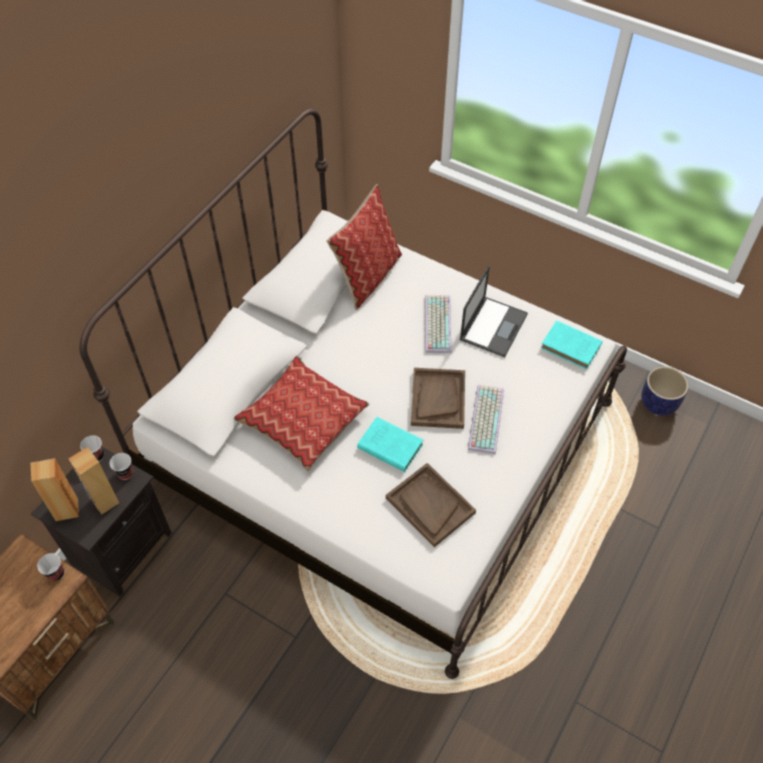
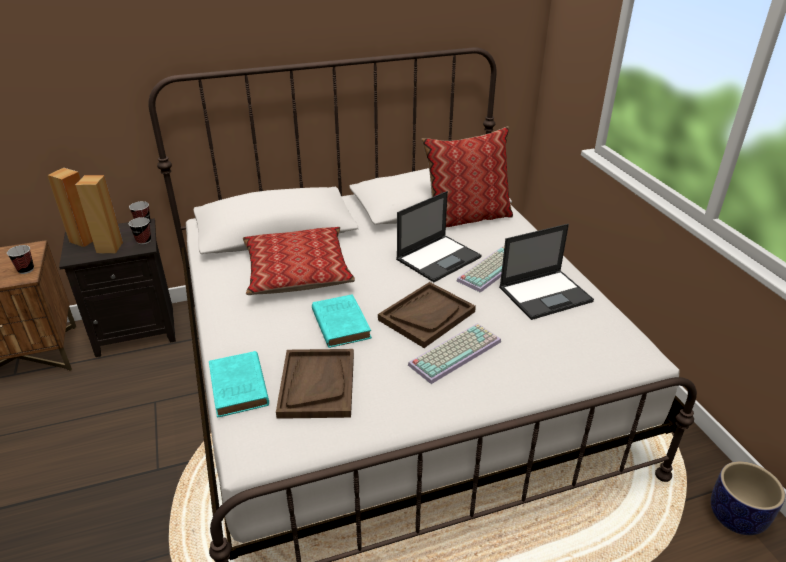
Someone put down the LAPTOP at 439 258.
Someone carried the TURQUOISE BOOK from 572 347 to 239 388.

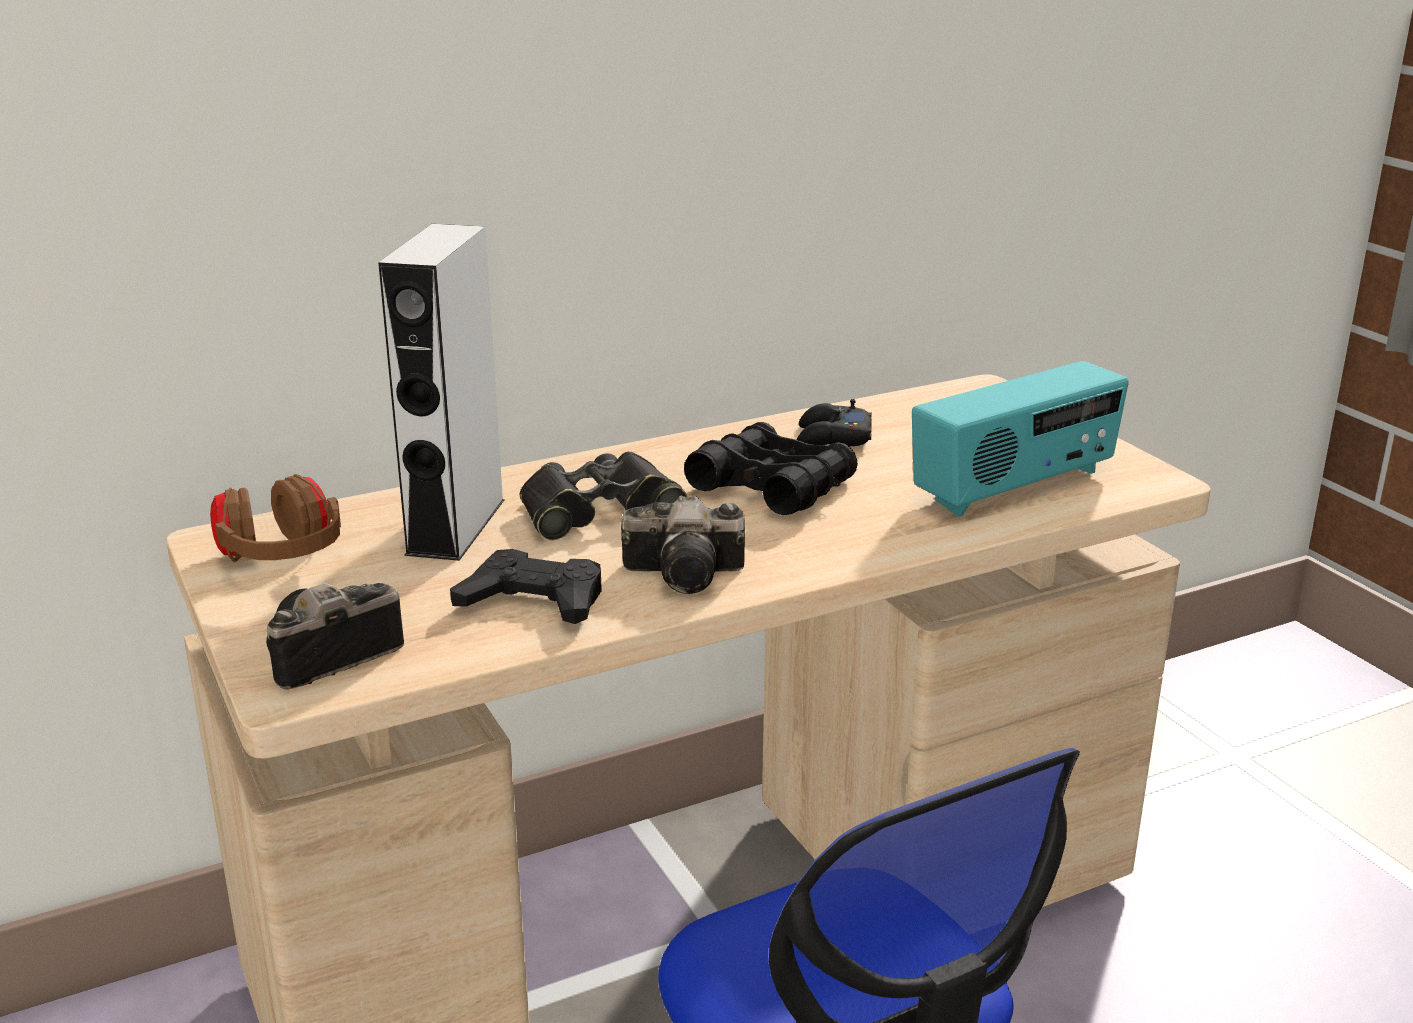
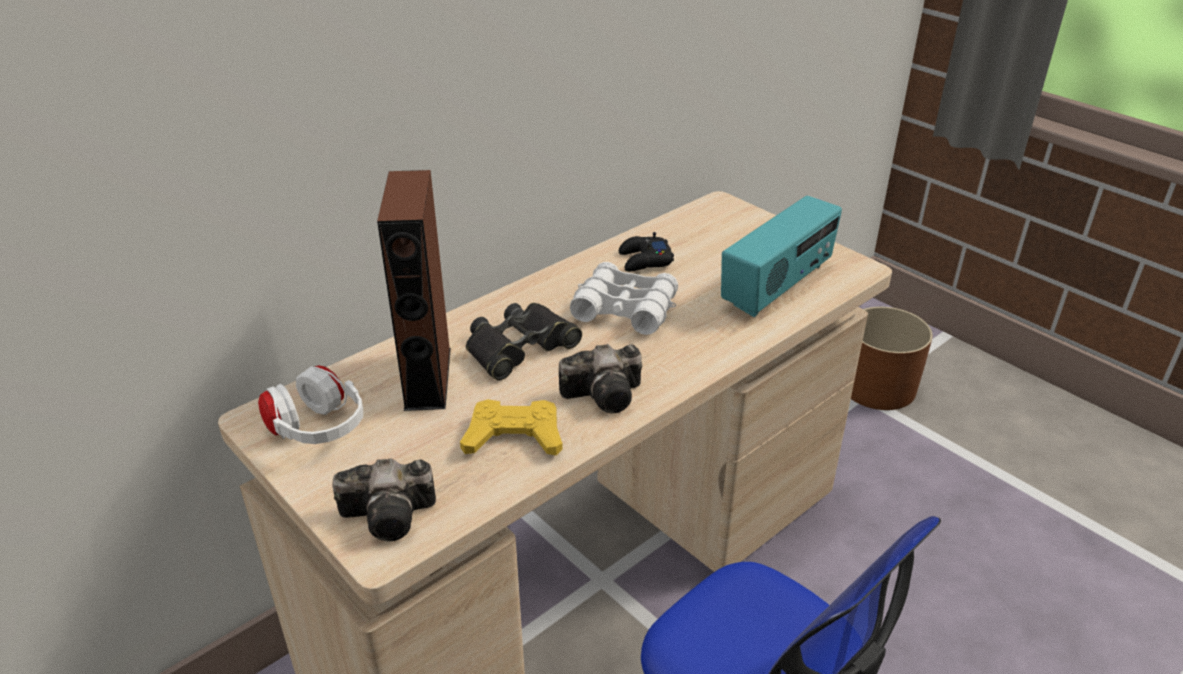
Someone put down the BROWN PLANTER at 878 387.
Someone repainted the BROWN HEADPHONES at 282 561, which became the WHITE HEADPHONES at 318 431.
Someone repainted the GREY SPEAKER at 456 526, which became the BROWN SPEAKER at 428 378.
Someone repainted the BLACK GAME CONTROLLER at 533 601, which became the YELLOW GAME CONTROLLER at 514 436.
Someone repainted the BLACK BINOCULARS at 771 487, which became the WHITE BINOCULARS at 625 309.
Someone rotated the PHOTO CAMERA at 325 658 by 135 degrees counterclockwise.

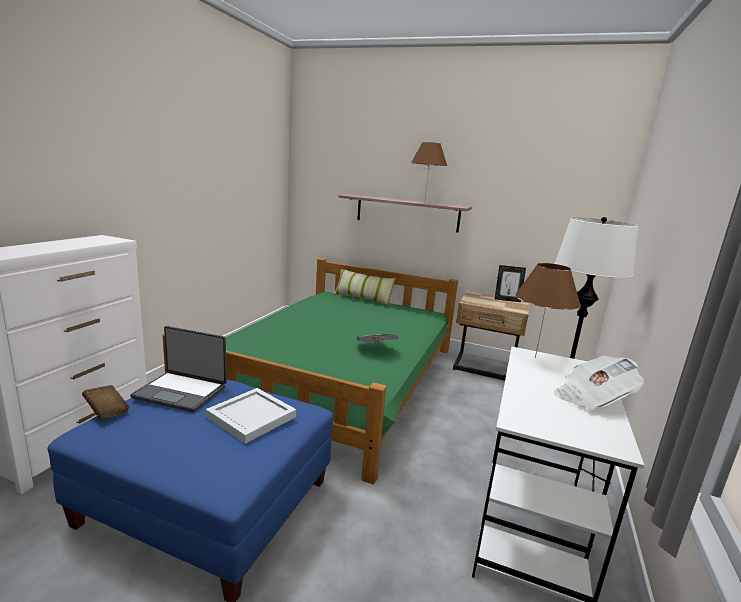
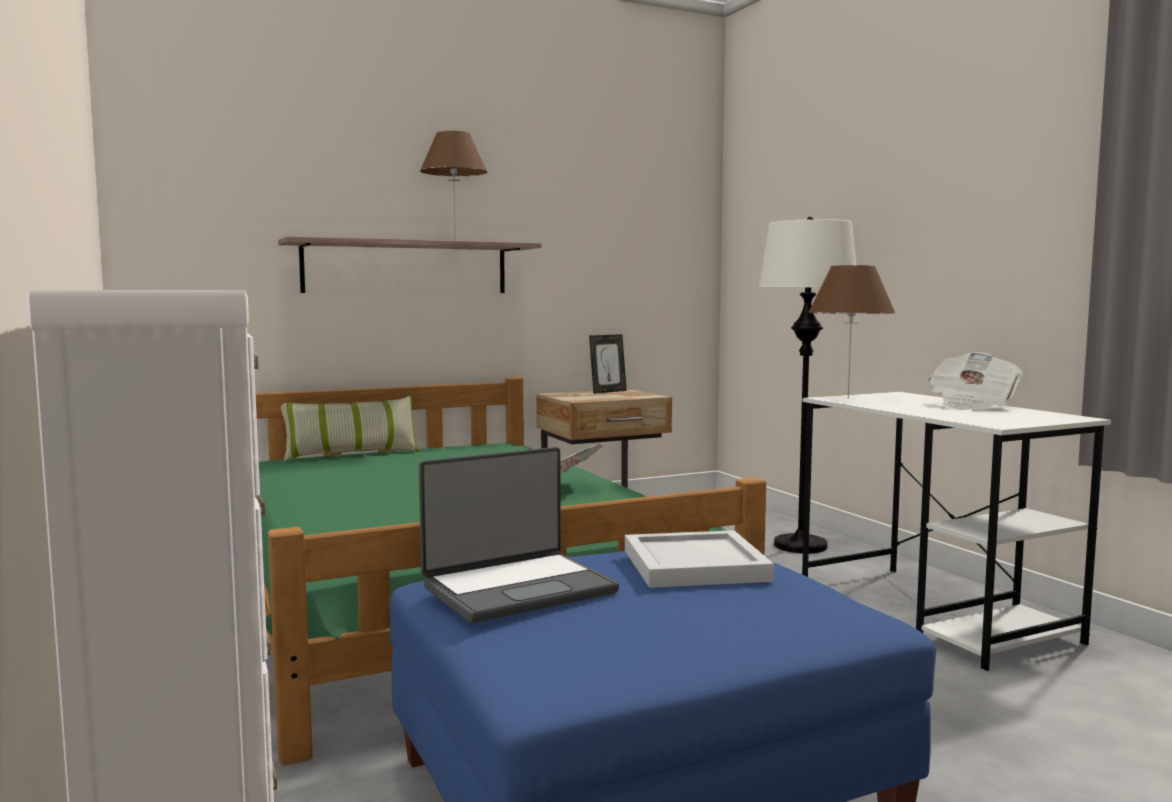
Someone took away the BROWN BOOK at 107 411.

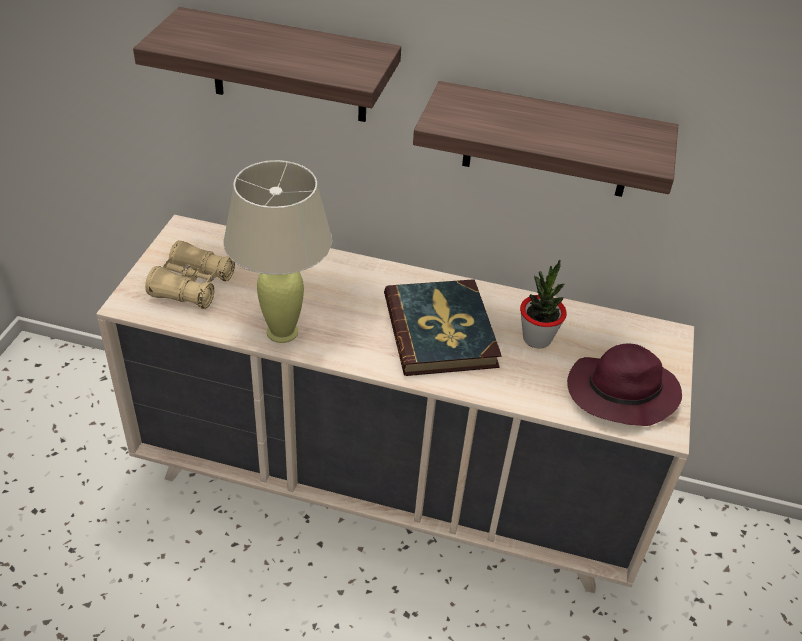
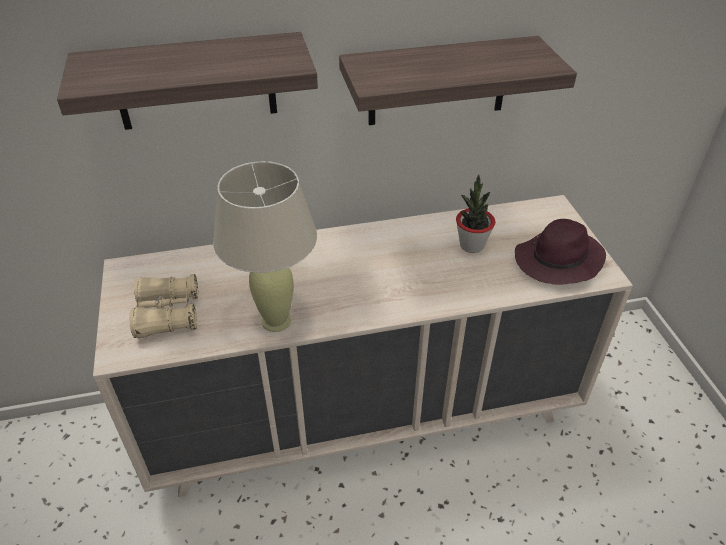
Someone took away the BOOK at 441 331.

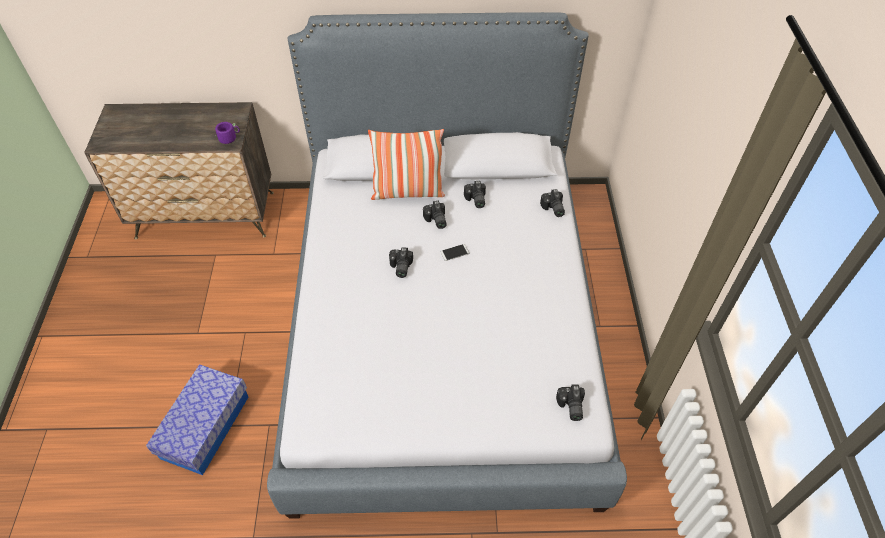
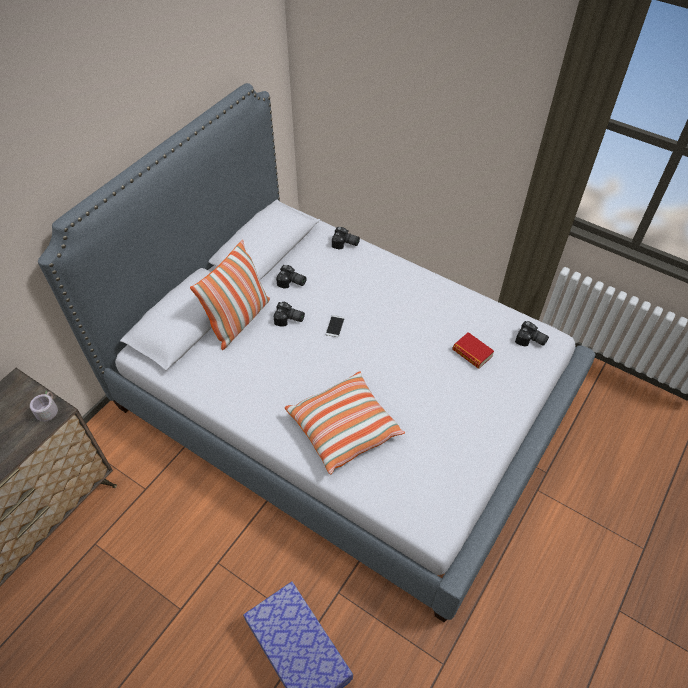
Someone took away the PHOTO CAMERA at 400 267.
Someone put down the PILLOW at 344 428.
Someone put down the BOOK at 472 353.
Someone repainted the PURPLE MUG at 229 137, which became the GREY MUG at 47 410.

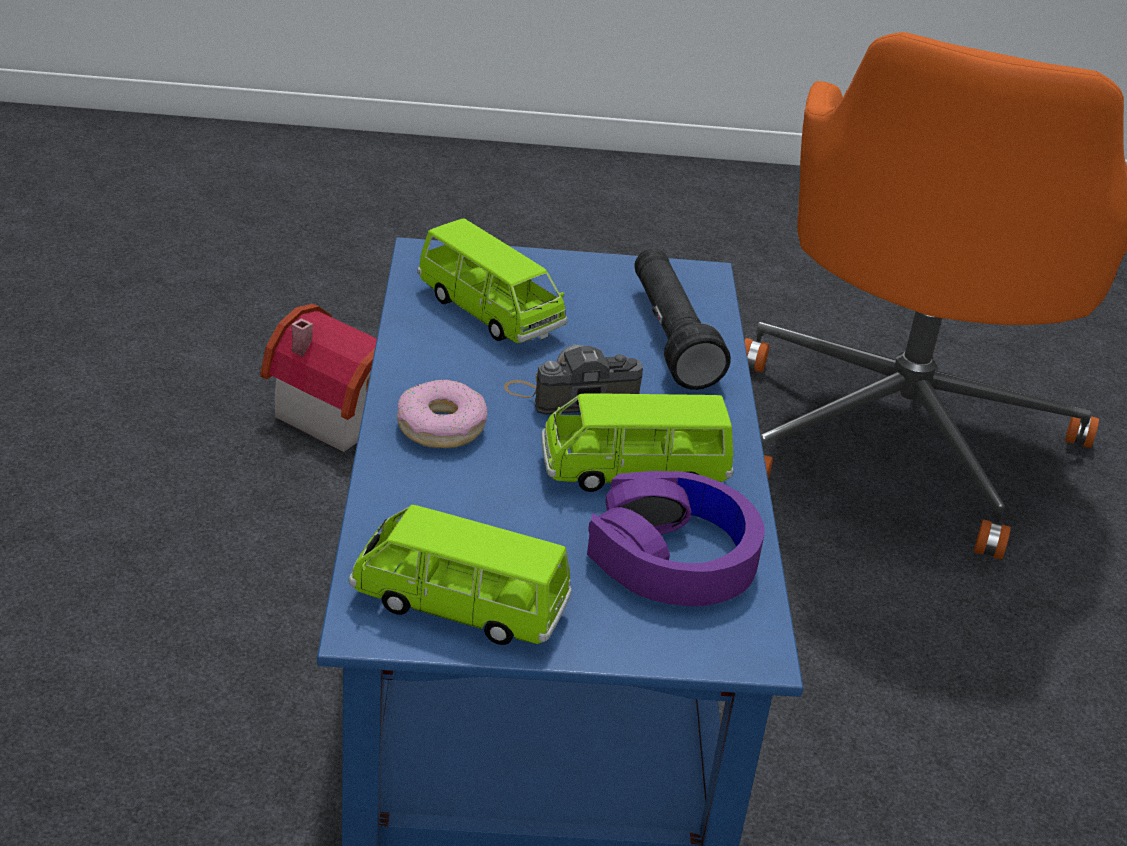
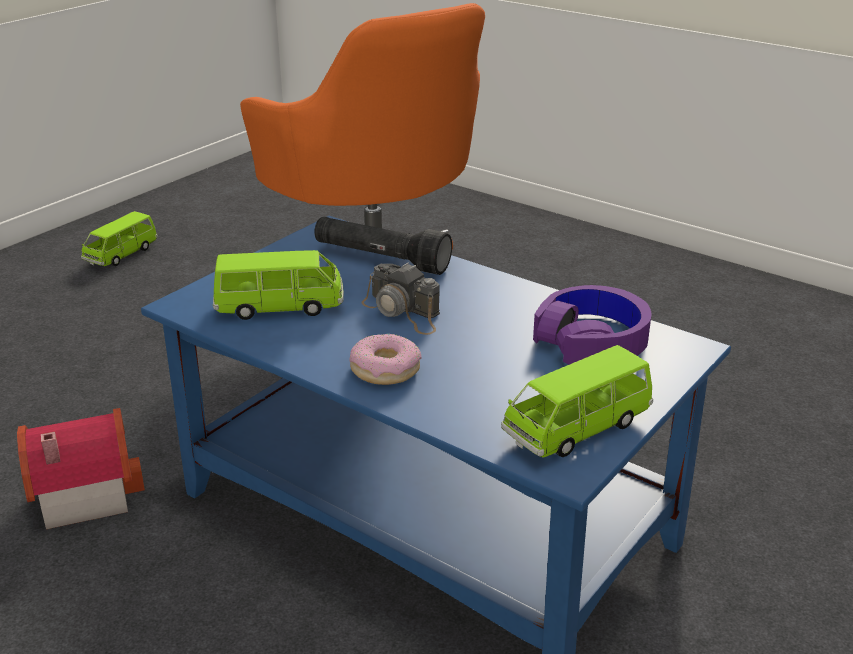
Someone carried the GREEN TOY CAR from 633 471 to 121 254.
Someone rotated the PHOTO CAMERA at 572 395 by 75 degrees counterclockwise.

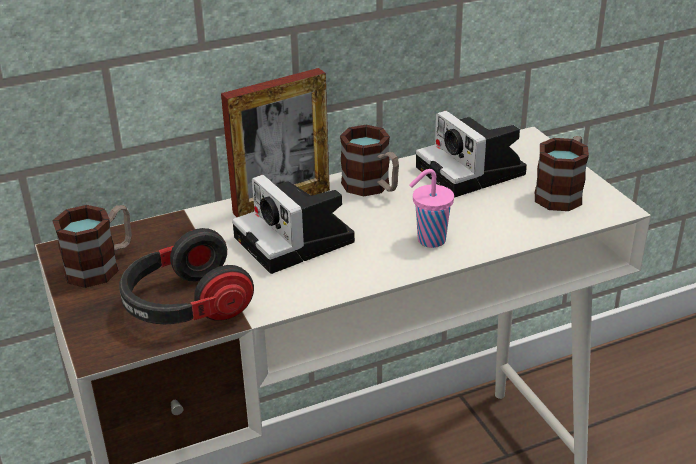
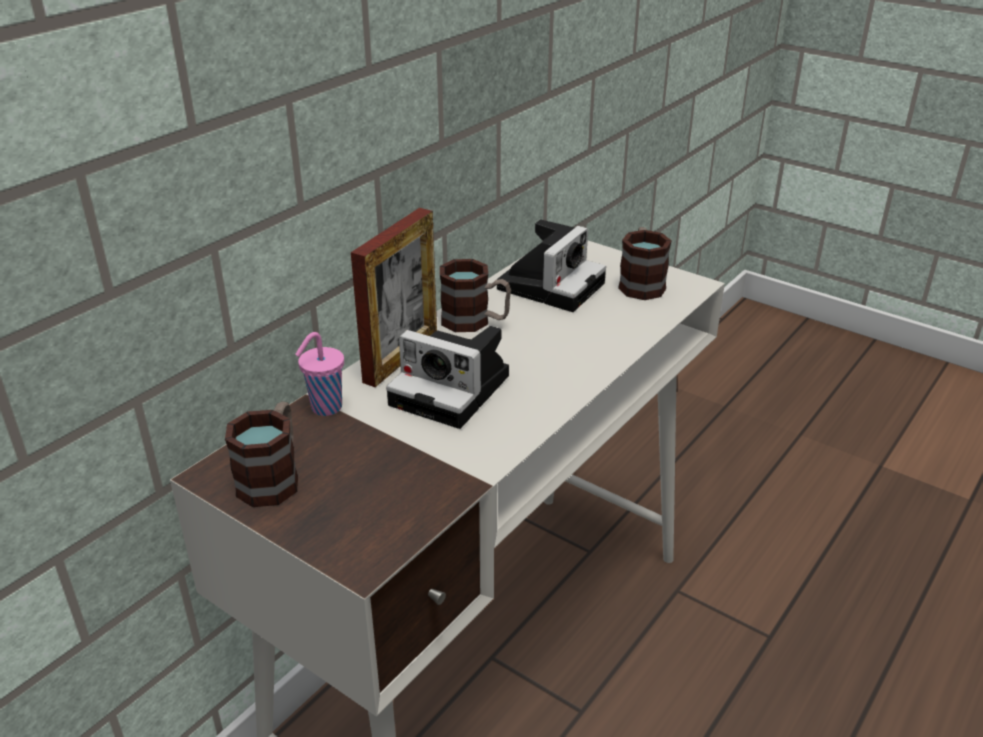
Someone took away the HEADPHONES at 185 306.
Someone carried the PINK CUP from 429 240 to 324 408.
Someone rotated the PHOTO CAMERA at 474 172 by 90 degrees counterclockwise.

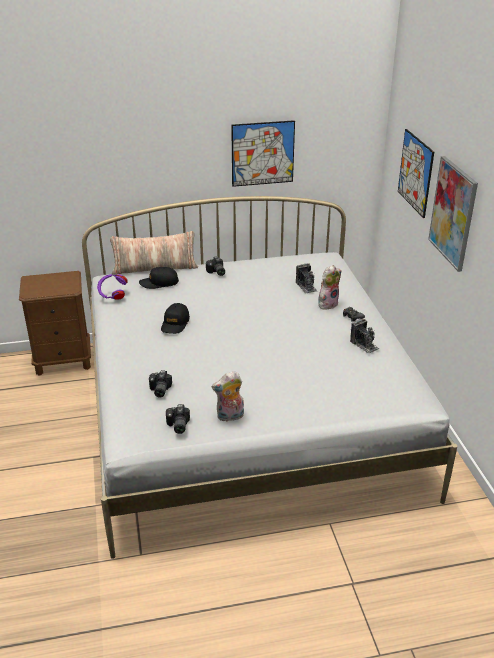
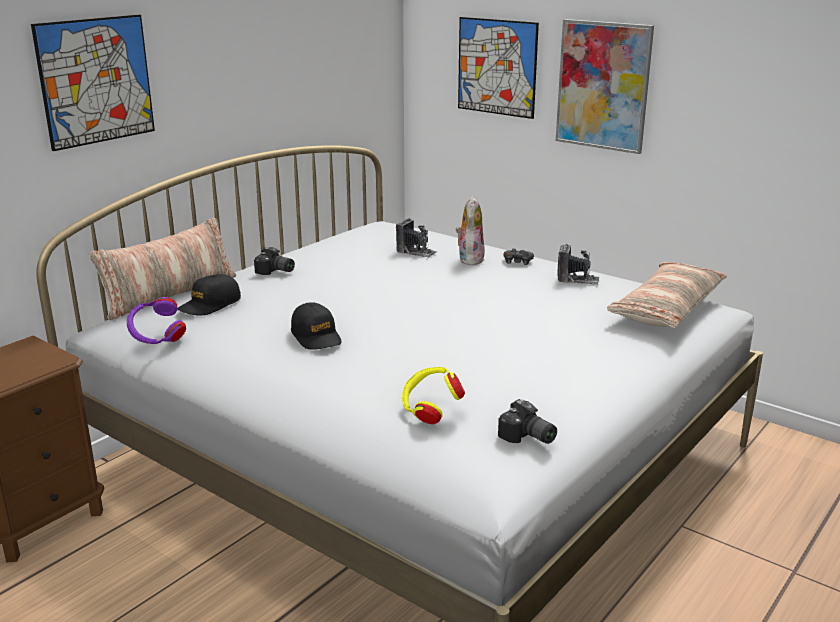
Someone took away the PLUSH TOY at 230 417.
Someone put down the PILLOW at 667 309.
Someone carried the PICTURE from 262 153 to 96 81.
Someone swapped the PHOTO CAMERA at 159 390 for the YELLOW HEADPHONES at 430 412.

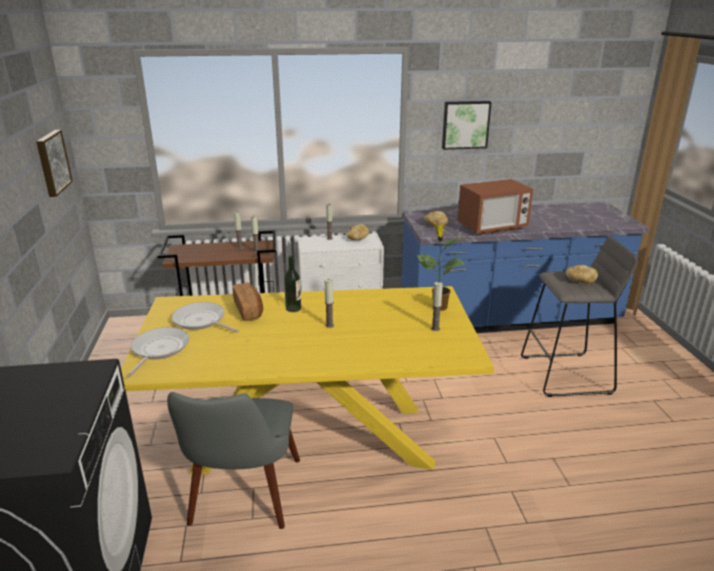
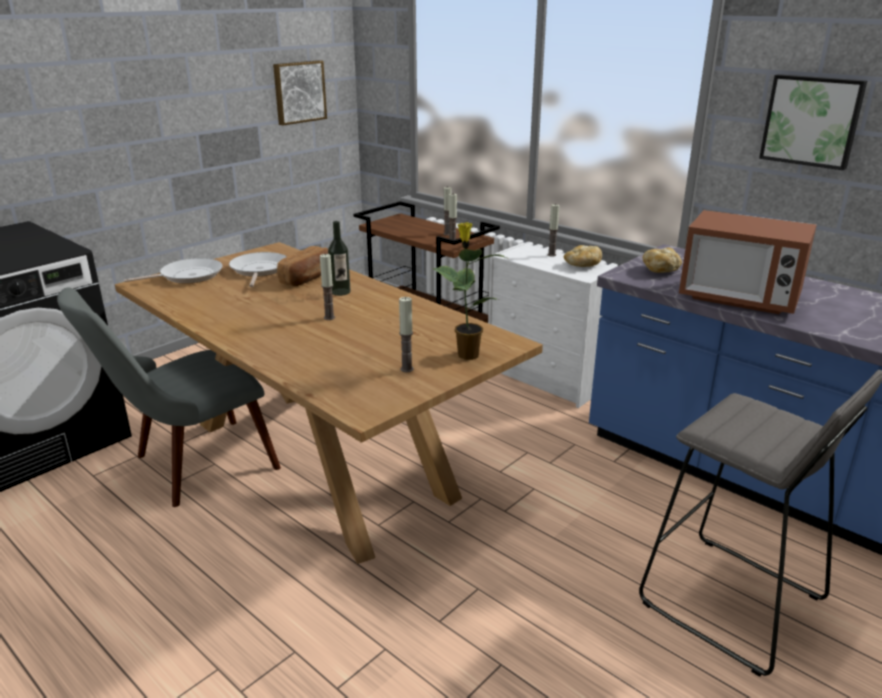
Someone took away the BREAD at 579 281.
Someone repainted the YELLOW DINING TABLE at 311 438, which became the BROWN DINING TABLE at 319 459.

